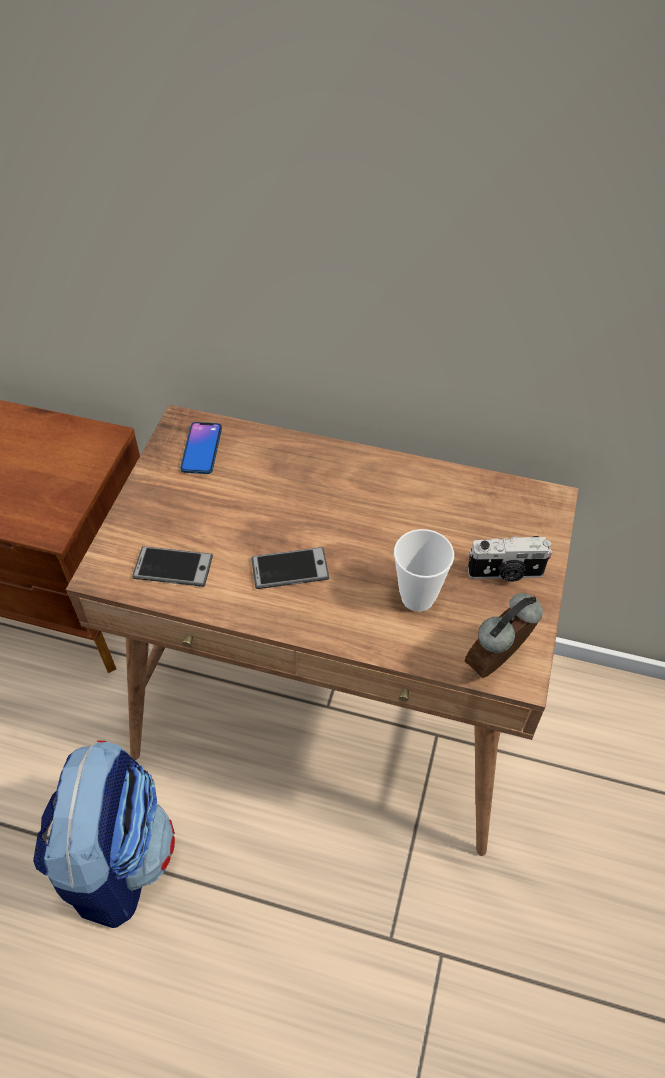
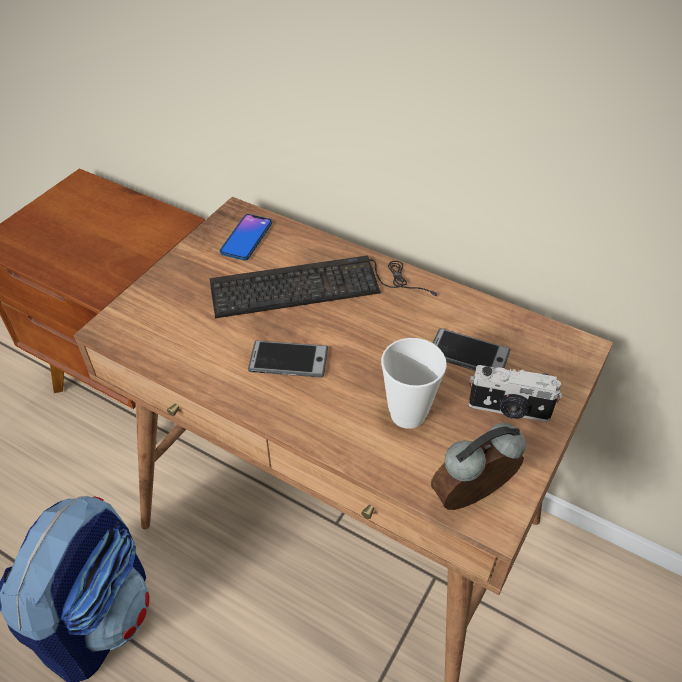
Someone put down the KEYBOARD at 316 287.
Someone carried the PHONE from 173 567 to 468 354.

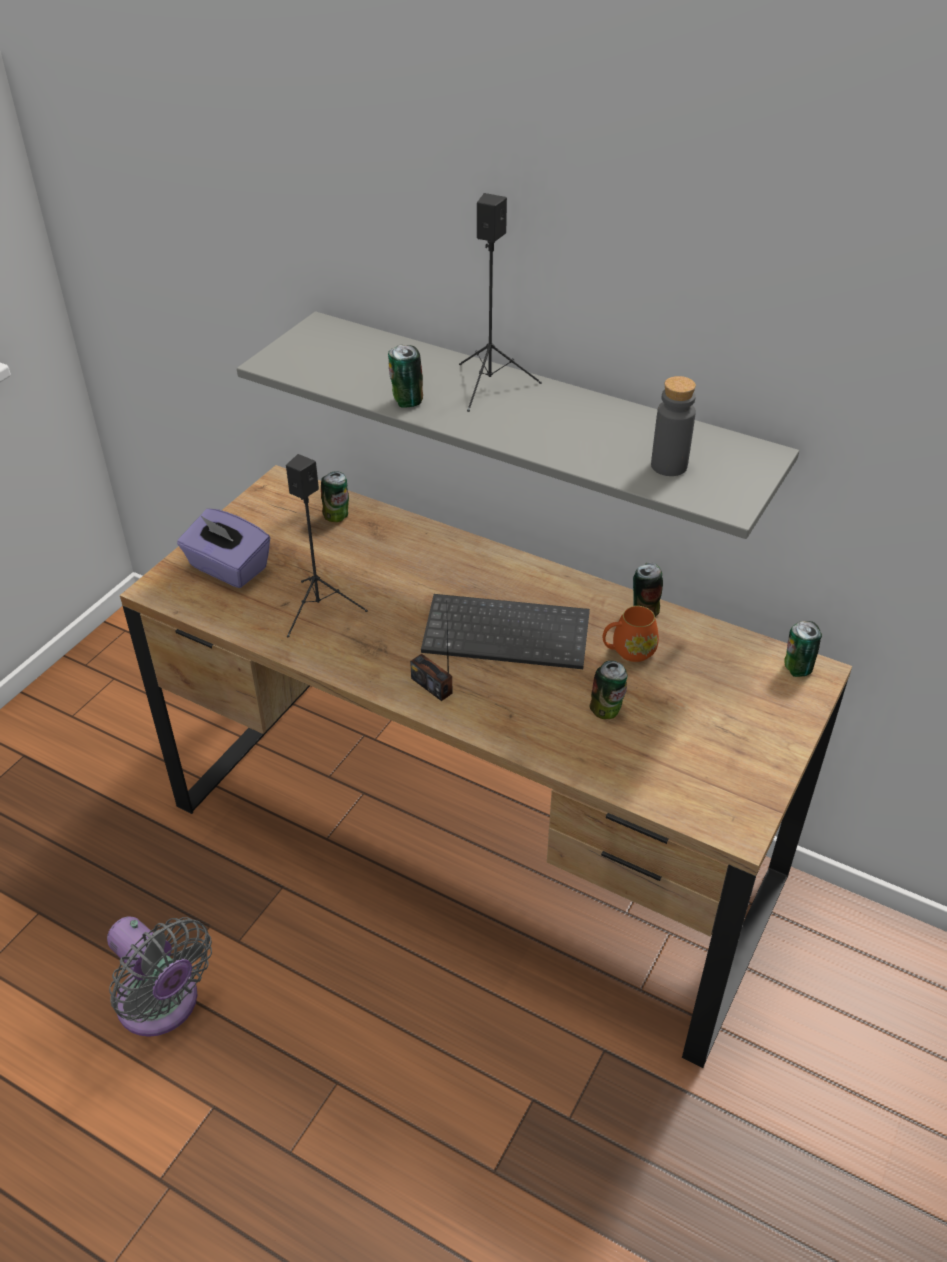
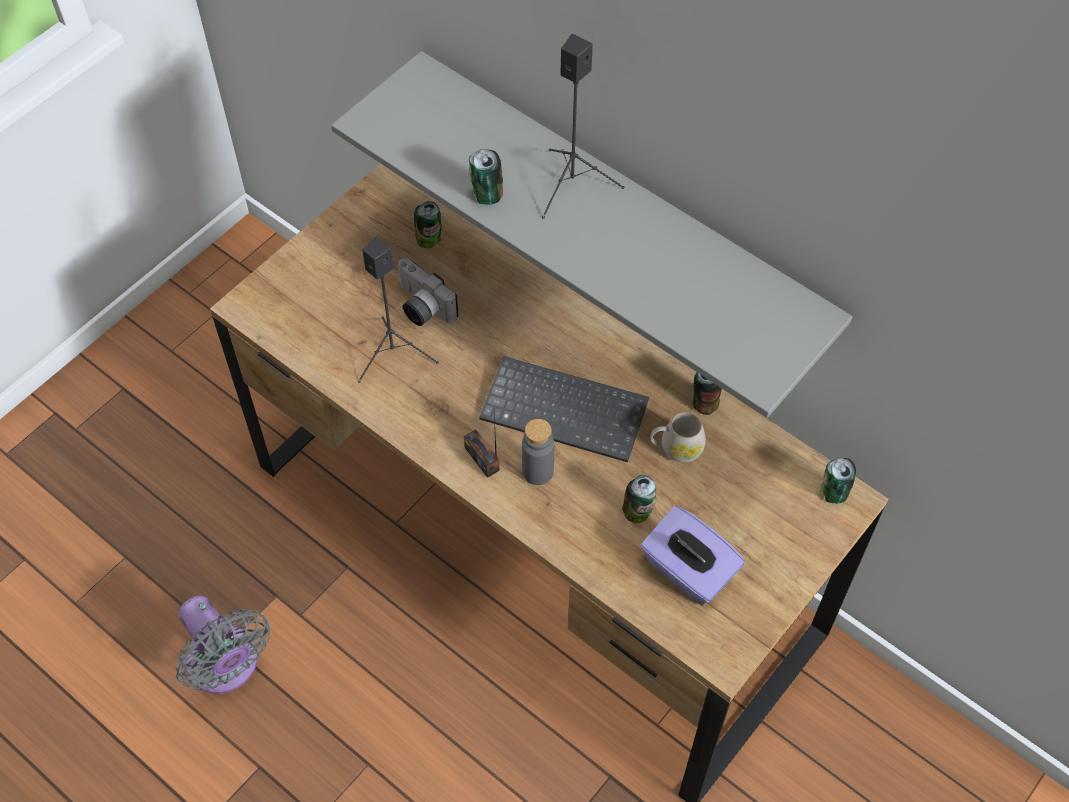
Someone put down the PHOTO CAMERA at 421 307.
Someone carried the PURPLE TISSUE BOX from 228 568 to 687 571.
Someone carried the GREY BOTTLE from 669 466 to 537 471.
Someone repainted the ORANGE MUG at 628 651, which became the WHITE MUG at 676 448.

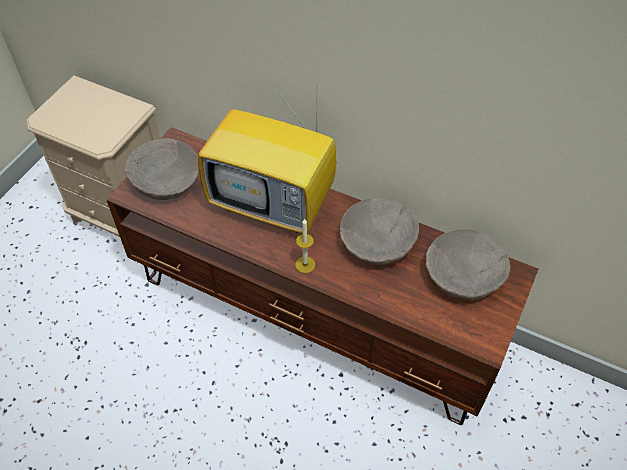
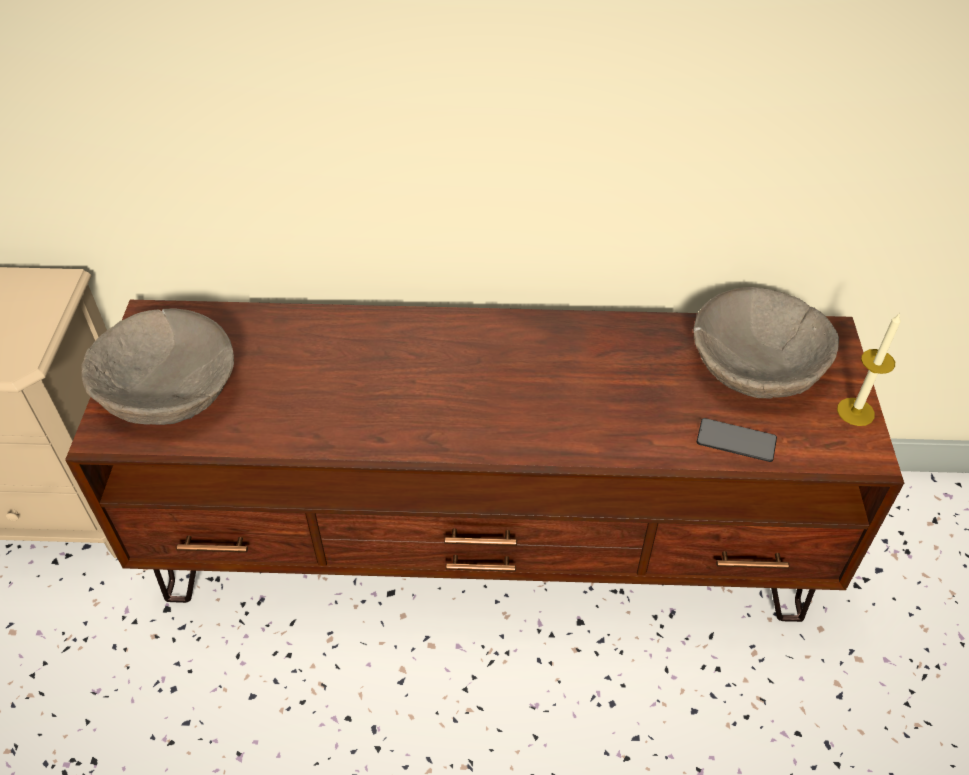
Someone took away the TELEVISION at 274 204.
Someone took away the BEIGE BOWL at 377 242.
Someone put down the PHONE at 736 441.
Someone carried the CANDLE from 305 264 to 855 412.

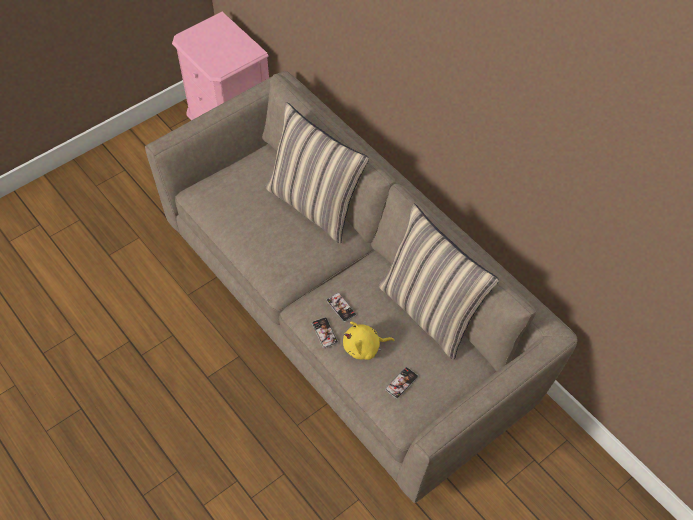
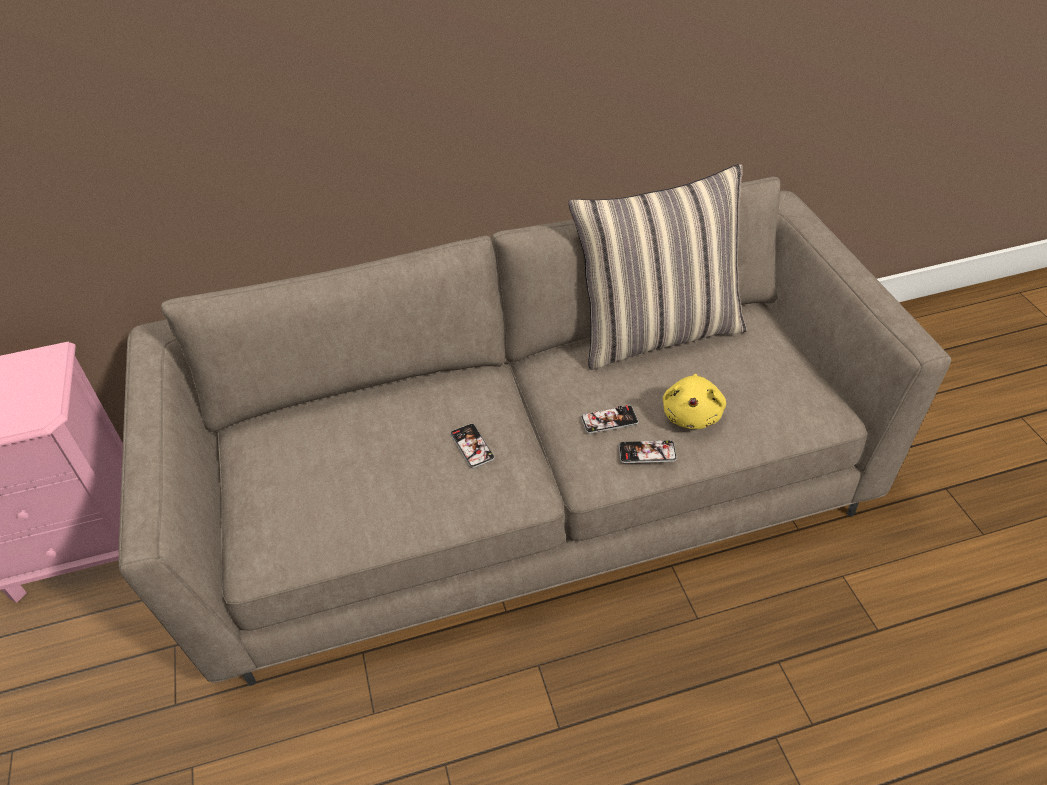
Someone took away the PILLOW at 315 205.
Someone carried the PHONE from 401 383 to 472 446.

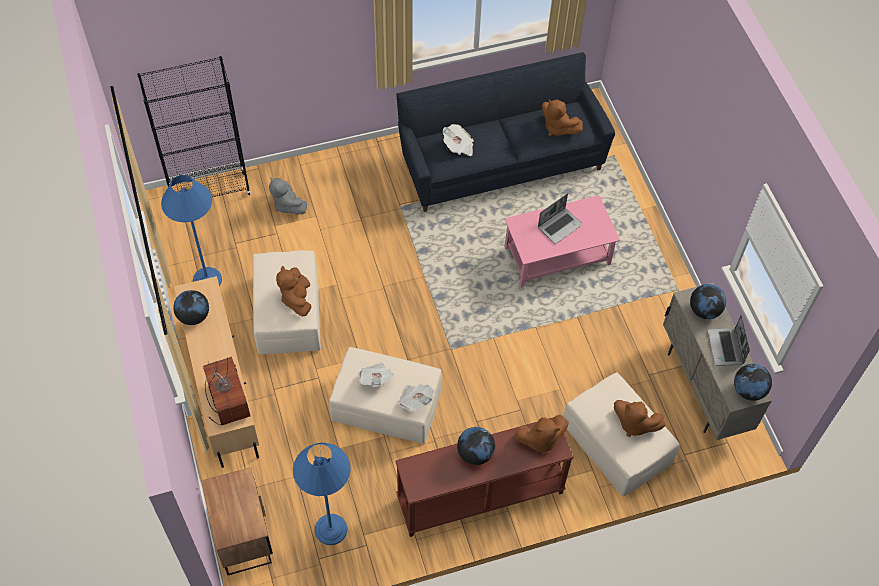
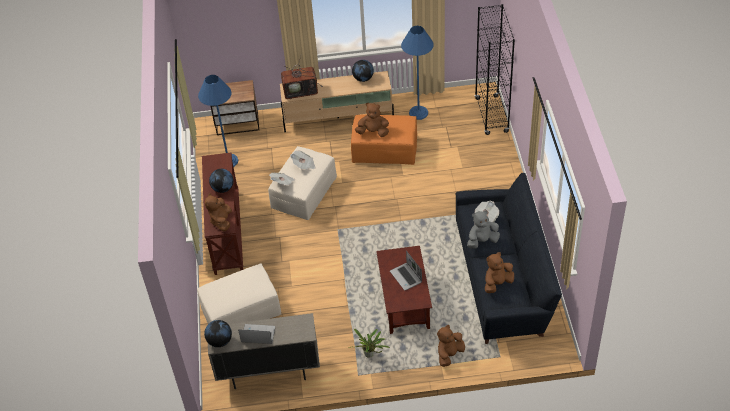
Someone took away the GLOBE at 704 310.
Someone put down the POTTED PLANT at 370 355.
Someone carried the GREY PLUSH TOY from 287 205 to 482 241.
Someone carried the BROWN PLUSH TOY from 634 424 to 449 354.
Someone repainted the BEIGE OTTOMAN at 288 313, which became the ORANGE OTTOMAN at 385 149.
Someone repainted the PINK COFFEE TABLE at 558 255, which became the BROWN COFFEE TABLE at 404 302.

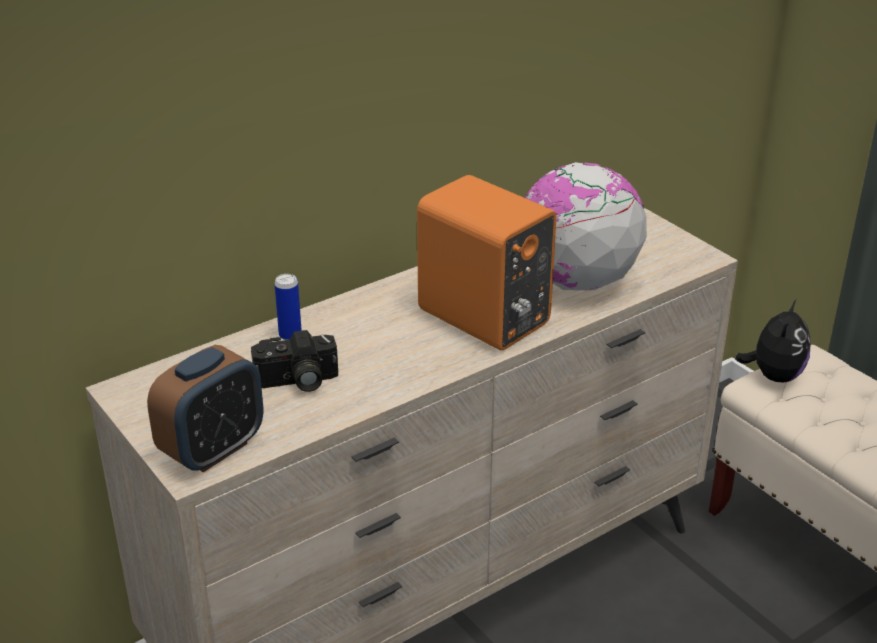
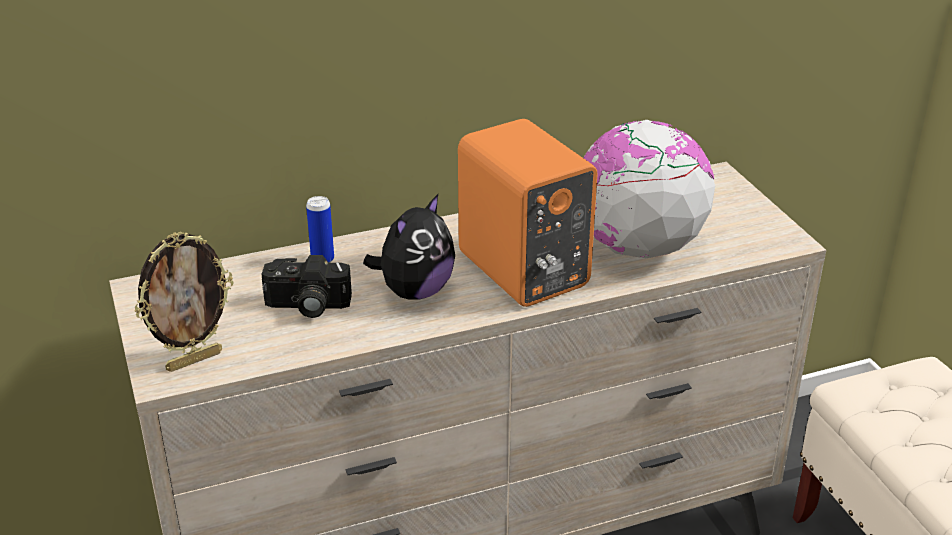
Someone carried the PLUSH TOY from 773 375 to 415 291.
Someone swapped the ALARM CLOCK at 213 450 for the PICTURE FRAME at 194 360.

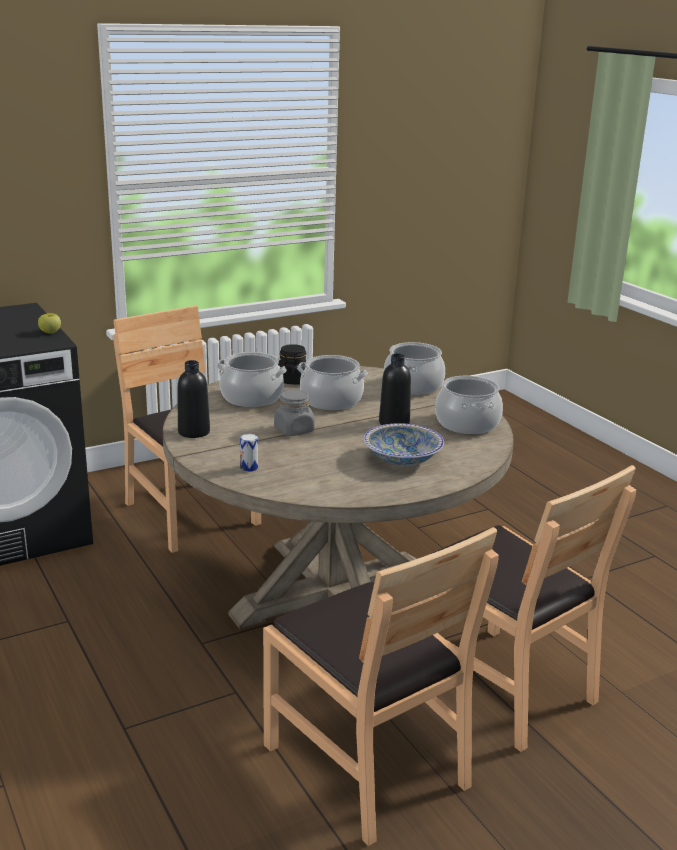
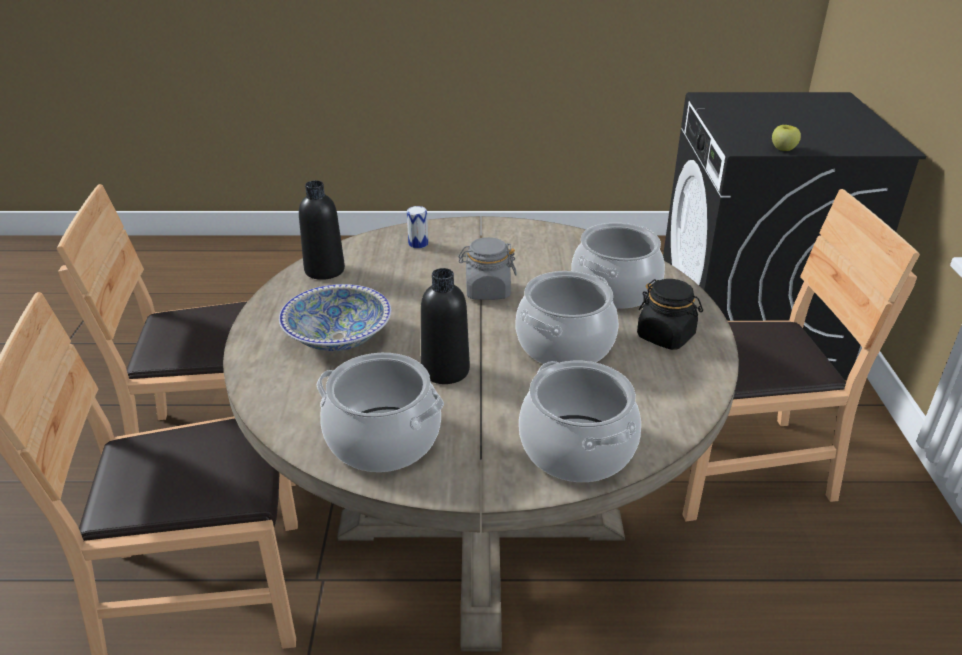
Someone carried the BLACK BOTTLE from 194 432 to 324 270.

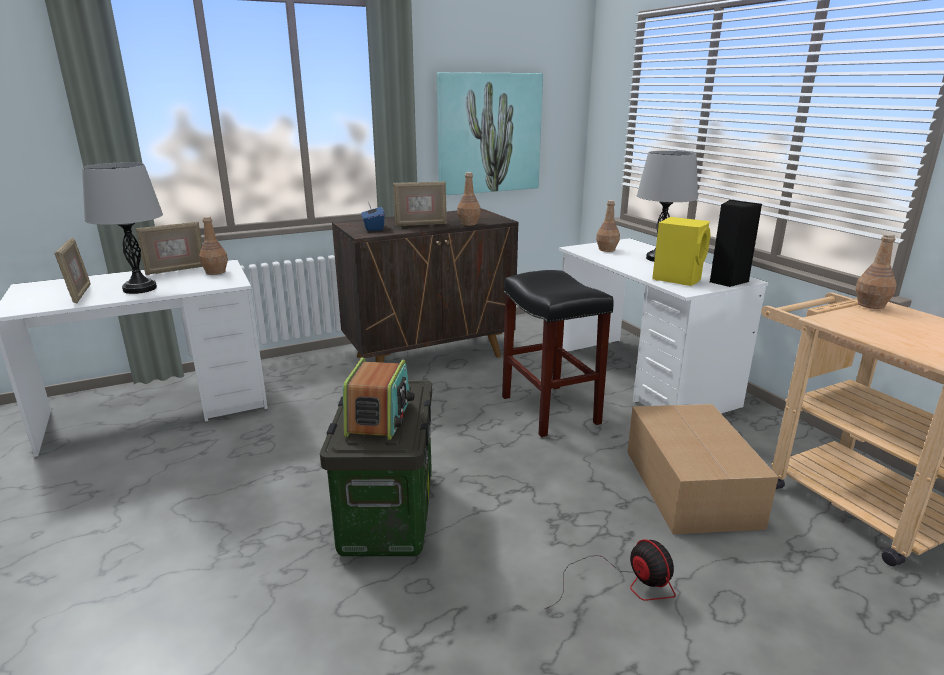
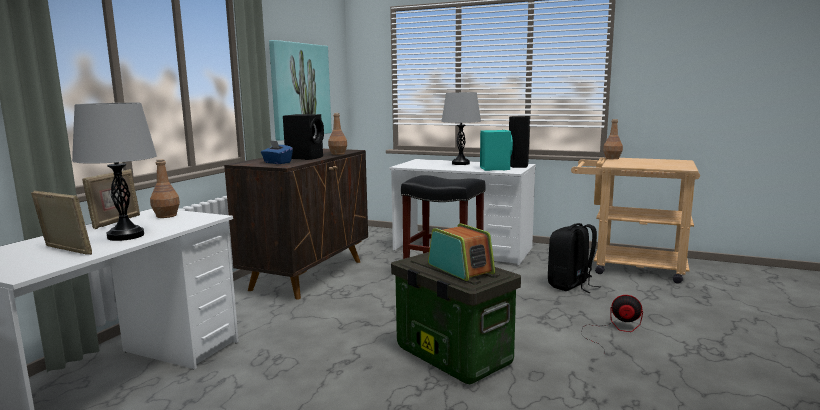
Someone took away the BROWN BOTTLE at 607 249.
Someone swapped the PICTURE FRAME at 420 224 for the BLACK SPEAKER at 305 157.
Someone swapped the CARDBOARD BOX at 690 488 for the BLACK BACKPACK at 570 285.
Someone repainted the YELLOW SPEAKER at 678 278, which became the TURQUOISE SPEAKER at 494 168.

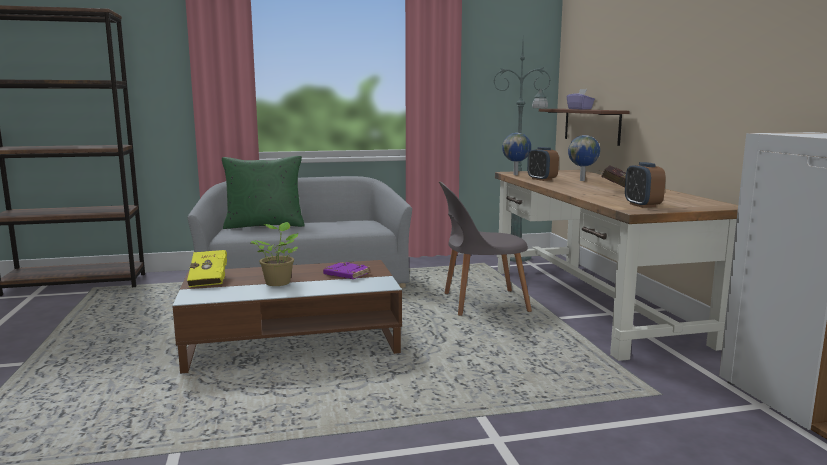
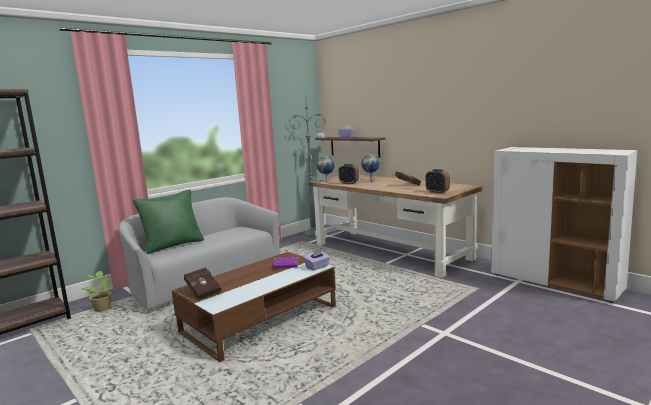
Someone took away the GREY CHAIR at 481 302.
Someone put down the PURPLE TISSUE BOX at 317 267.
Someone carried the POTTED PLANT from 278 282 to 102 308.
Someone repainted the YELLOW BOOK at 210 280, which became the RED BOOK at 203 291.

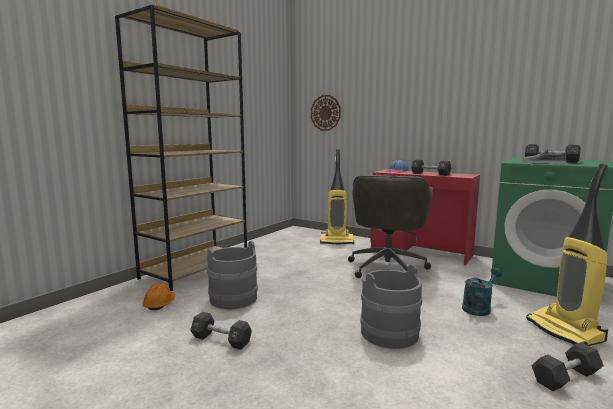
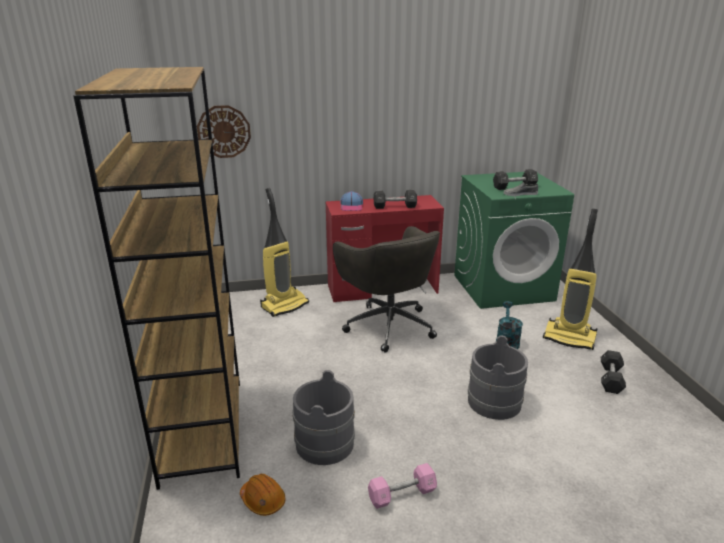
Someone repainted the BLACK DUMBBELL at 221 340, which became the PINK DUMBBELL at 402 494.

